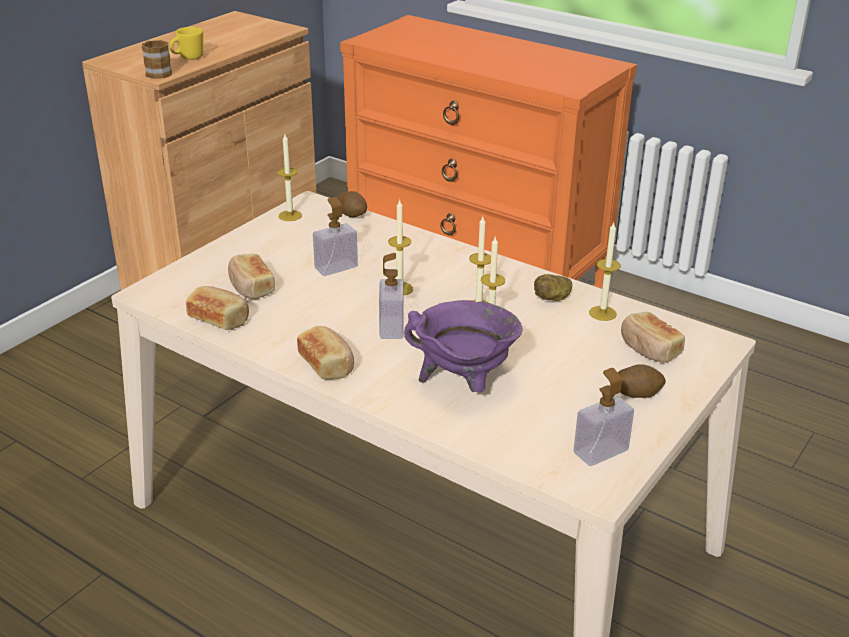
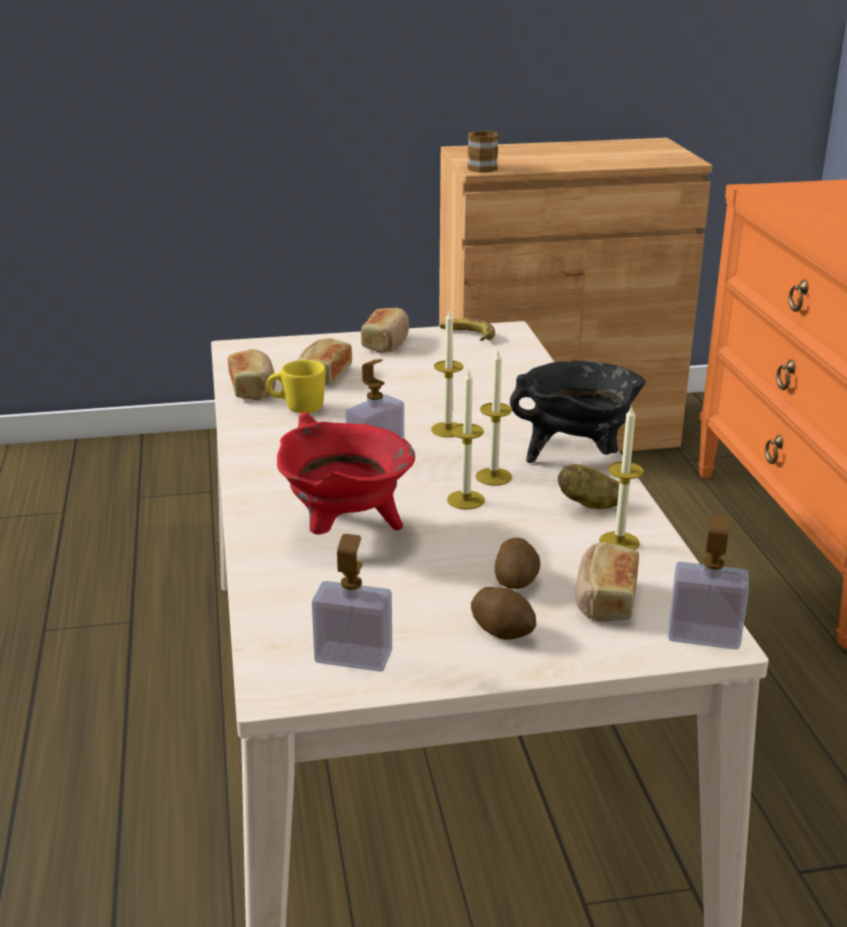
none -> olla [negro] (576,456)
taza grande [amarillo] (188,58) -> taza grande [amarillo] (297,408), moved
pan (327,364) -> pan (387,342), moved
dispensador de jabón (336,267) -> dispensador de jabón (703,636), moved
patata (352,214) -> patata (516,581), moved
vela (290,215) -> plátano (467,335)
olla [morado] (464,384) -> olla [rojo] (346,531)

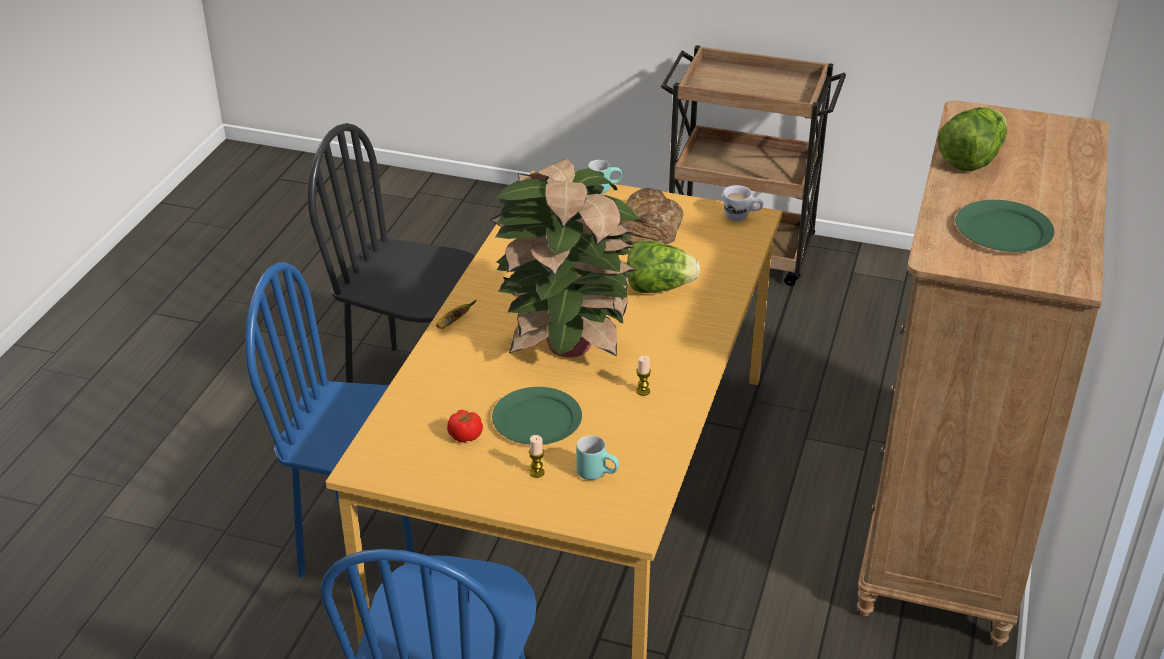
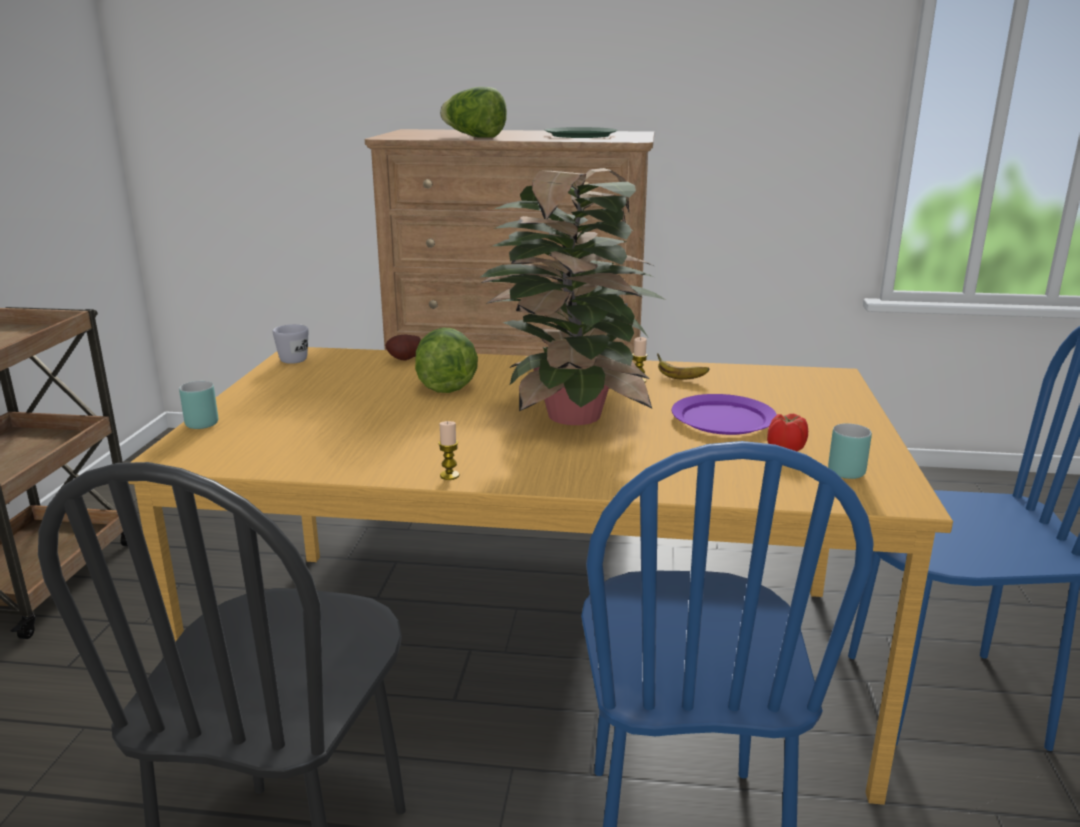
pan (648,227) -> none
none -> patata (406,360)
plátano (453,322) -> plátano (679,378), moved
vela (537,472) -> vela (449,475), moved
taza grande [turquesa] (598,473) -> taza grande [turquesa] (843,469), moved
plato [verde] (537,419) -> plato [morado] (722,419)

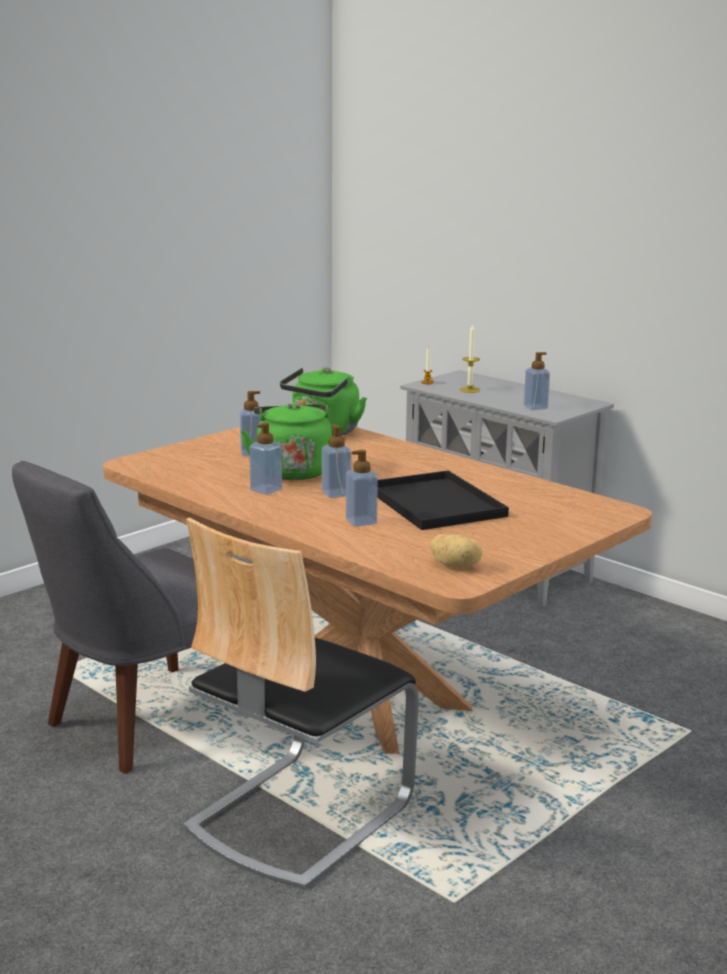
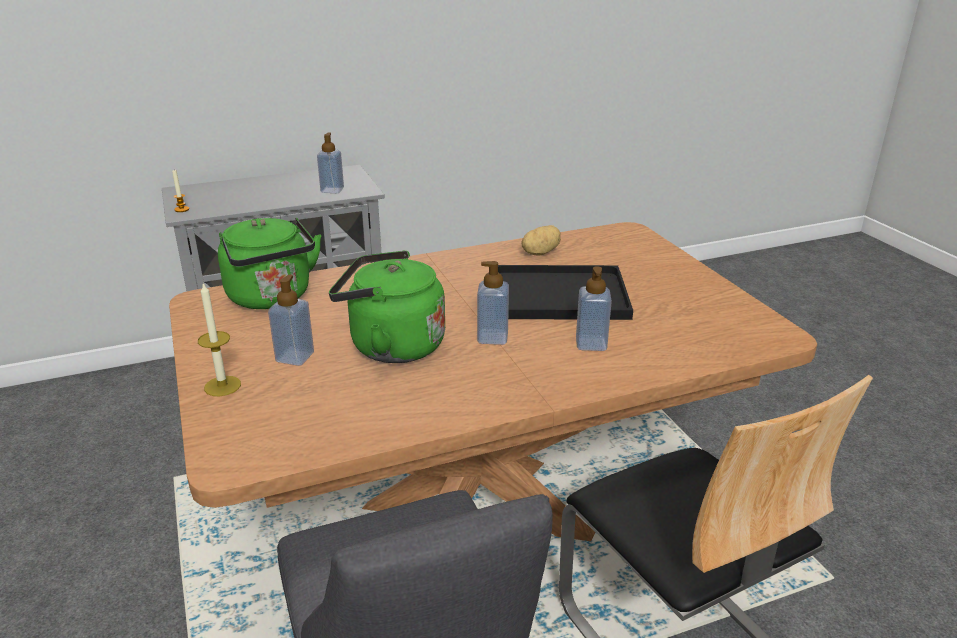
dispensador de jabón (266,490) -> none
patata (456,566) -> patata (540,252), moved
vela (469,390) -> vela (222,386), moved

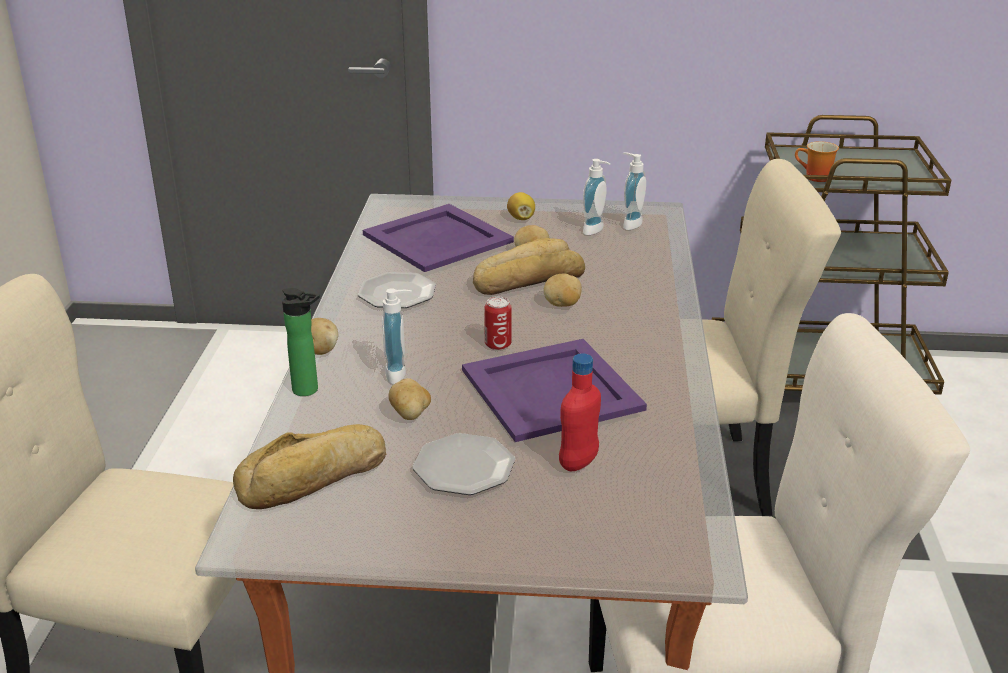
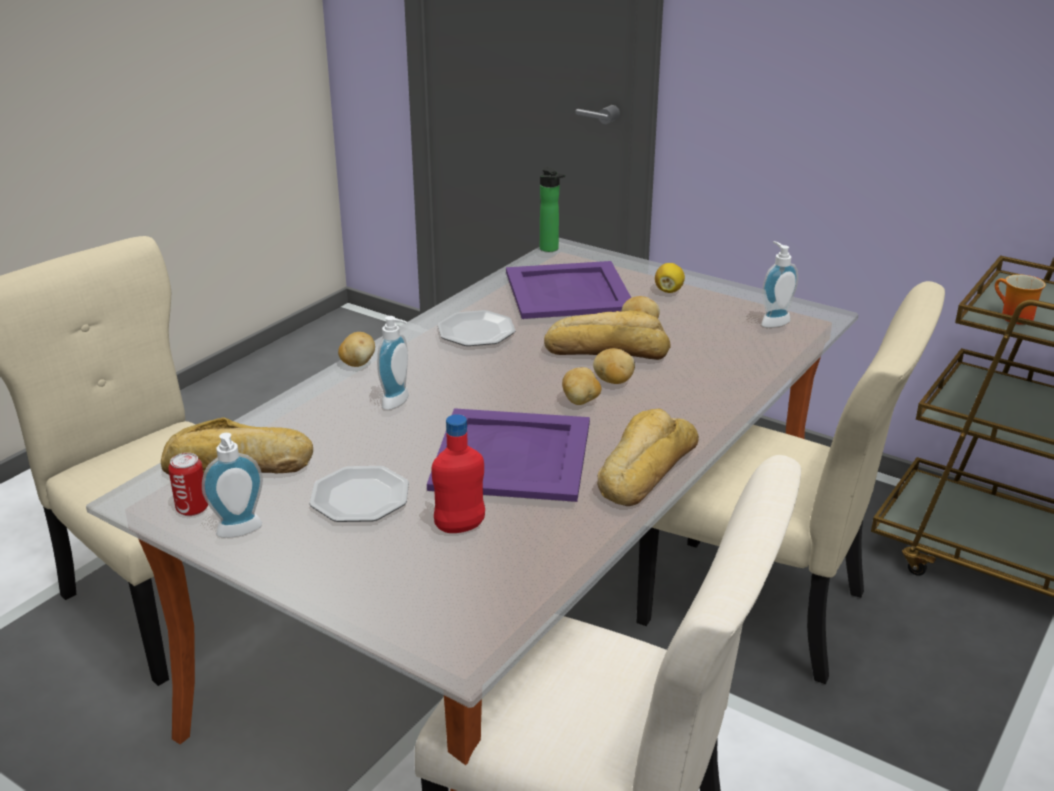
none -> pan (643,469)
botella (309,390) -> botella (551,249), moved
patata (410,415) -> patata (581,401), moved
lata (498,345) -> lata (192,509), moved
dispensador de jabón (596,231) -> dispensador de jabón (240,532), moved

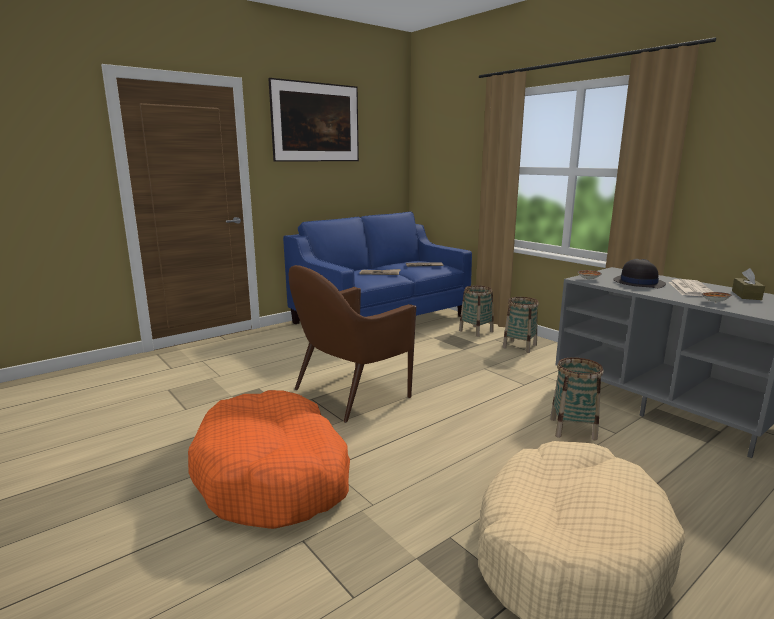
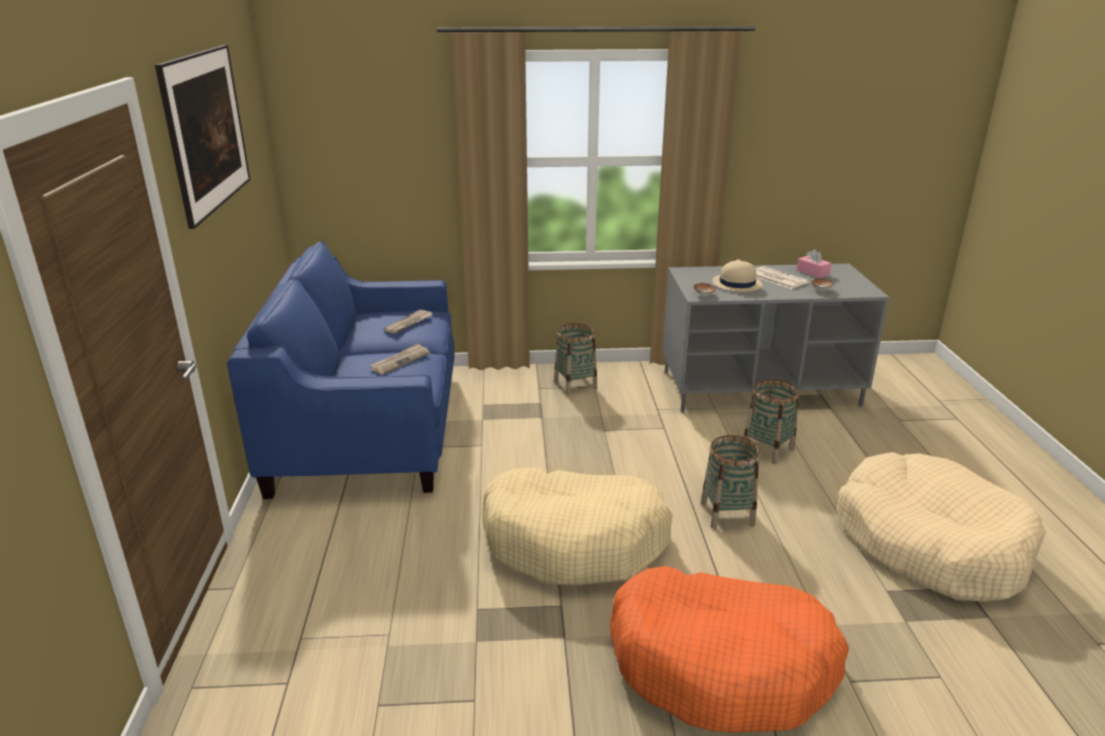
cesta (476,331) -> cesta (727,514), moved
sillón [marrón] (349,394) -> cama para perro [beis] (575,541)
sombrero [negro] (638,282) -> sombrero [beis] (736,284)
caja de pañuelos [marrón] (746,295) -> caja de pañuelos [rosa] (812,272)

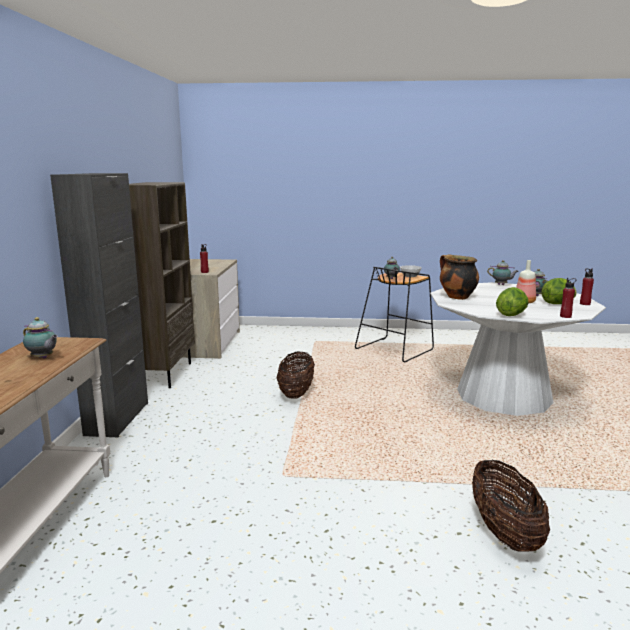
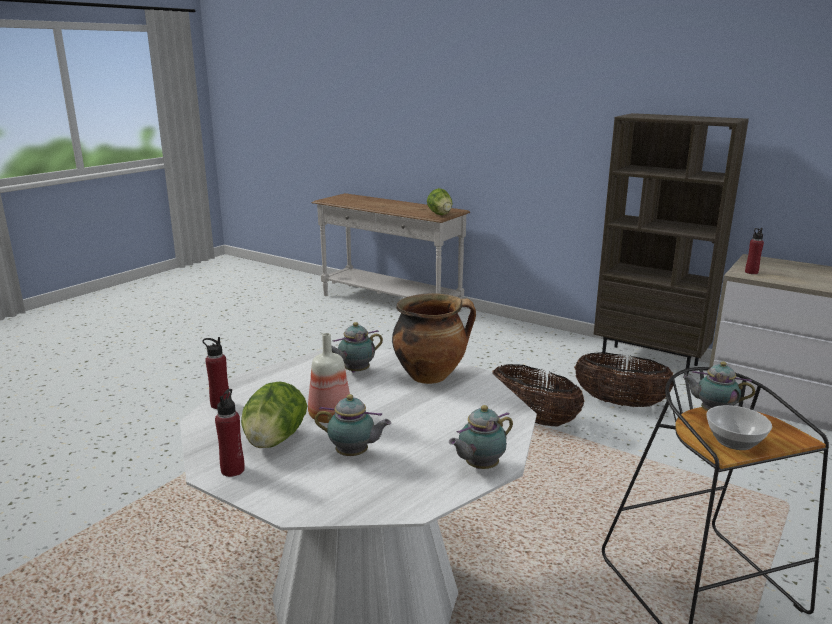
armario [negro] (117,418) -> none
tetera (43,358) -> tetera (355,371), moved
cesta (504,533) -> cesta (620,403), moved
lechuga (511,315) -> lechuga (440,214), moved

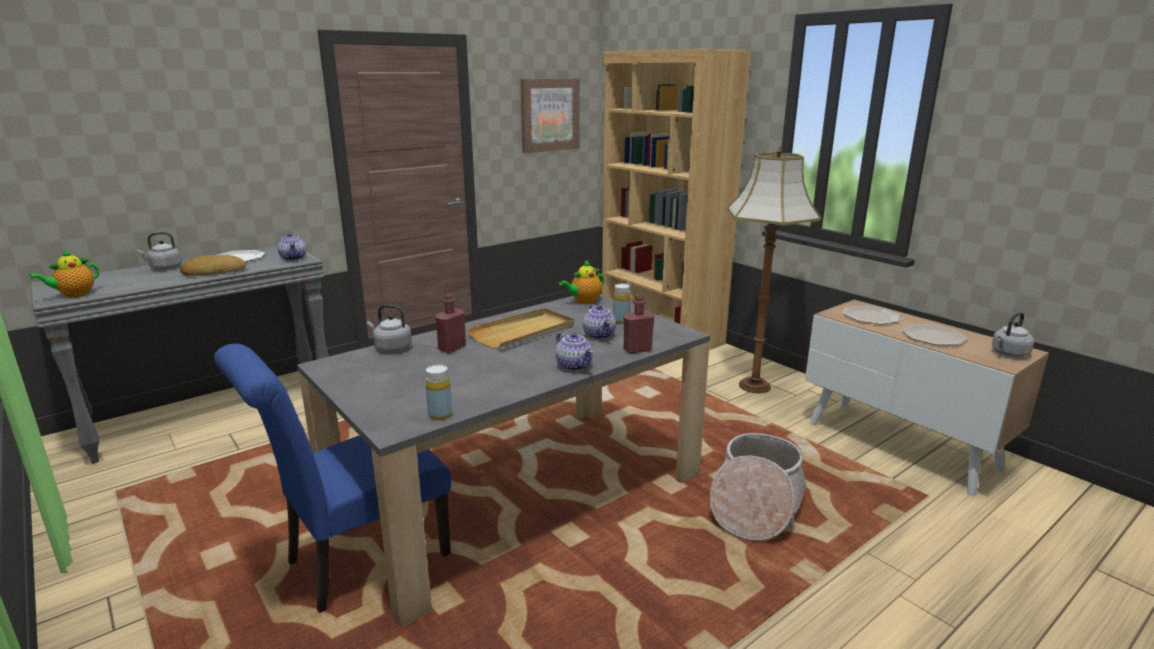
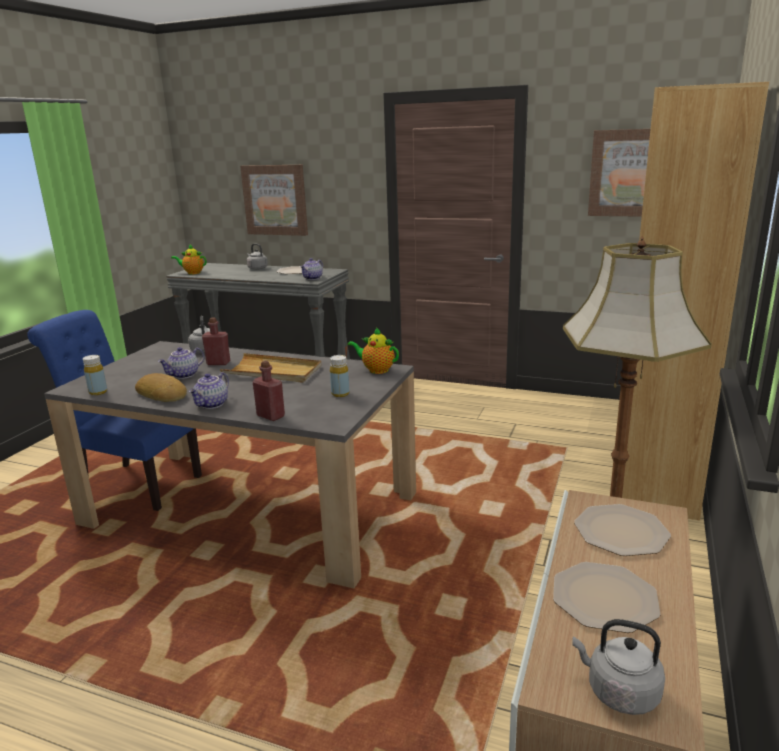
cesta (755,505) -> none
none -> cuadro (275,200)
pan (214,271) -> pan (163,394), moved
tetera (600,335) -> tetera (184,375), moved

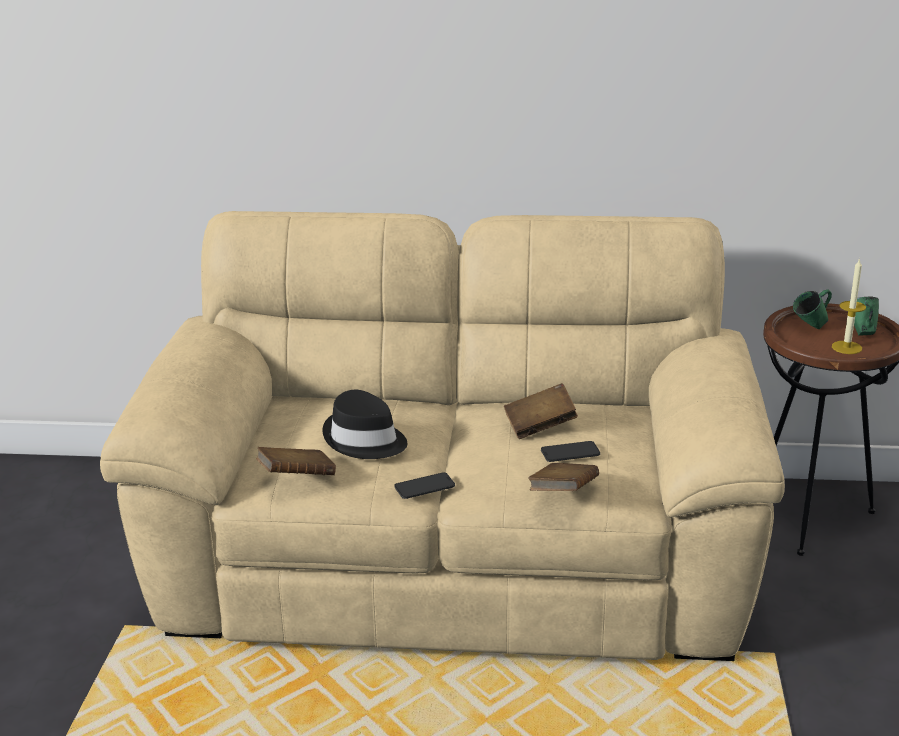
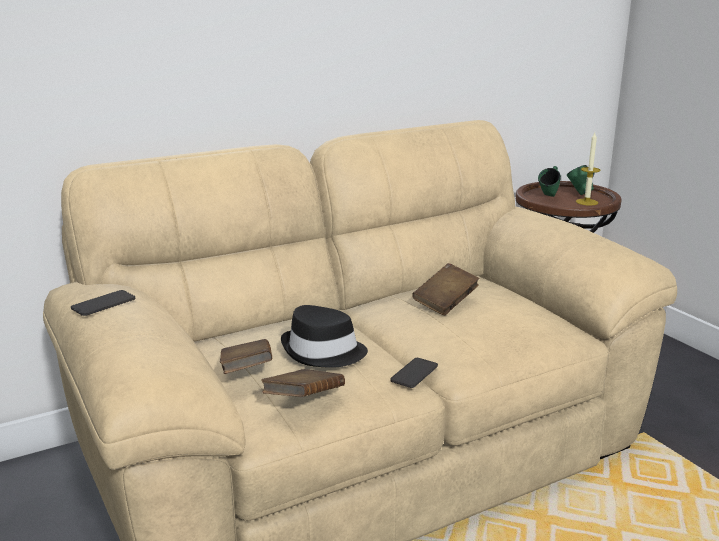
libro [marrón] (563,494) -> libro [marrón] (246,372), moved
móvil (570,452) -> móvil (103,303), moved

